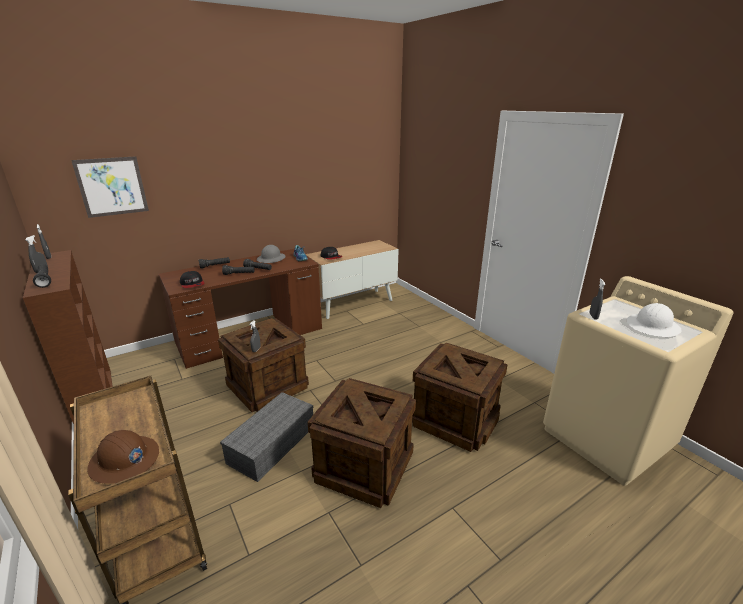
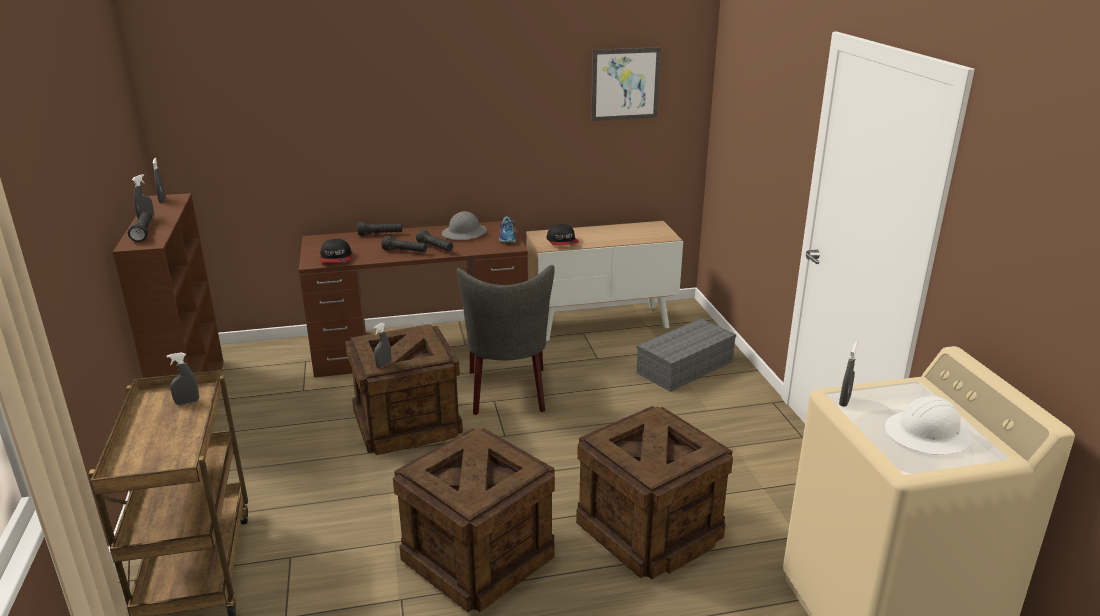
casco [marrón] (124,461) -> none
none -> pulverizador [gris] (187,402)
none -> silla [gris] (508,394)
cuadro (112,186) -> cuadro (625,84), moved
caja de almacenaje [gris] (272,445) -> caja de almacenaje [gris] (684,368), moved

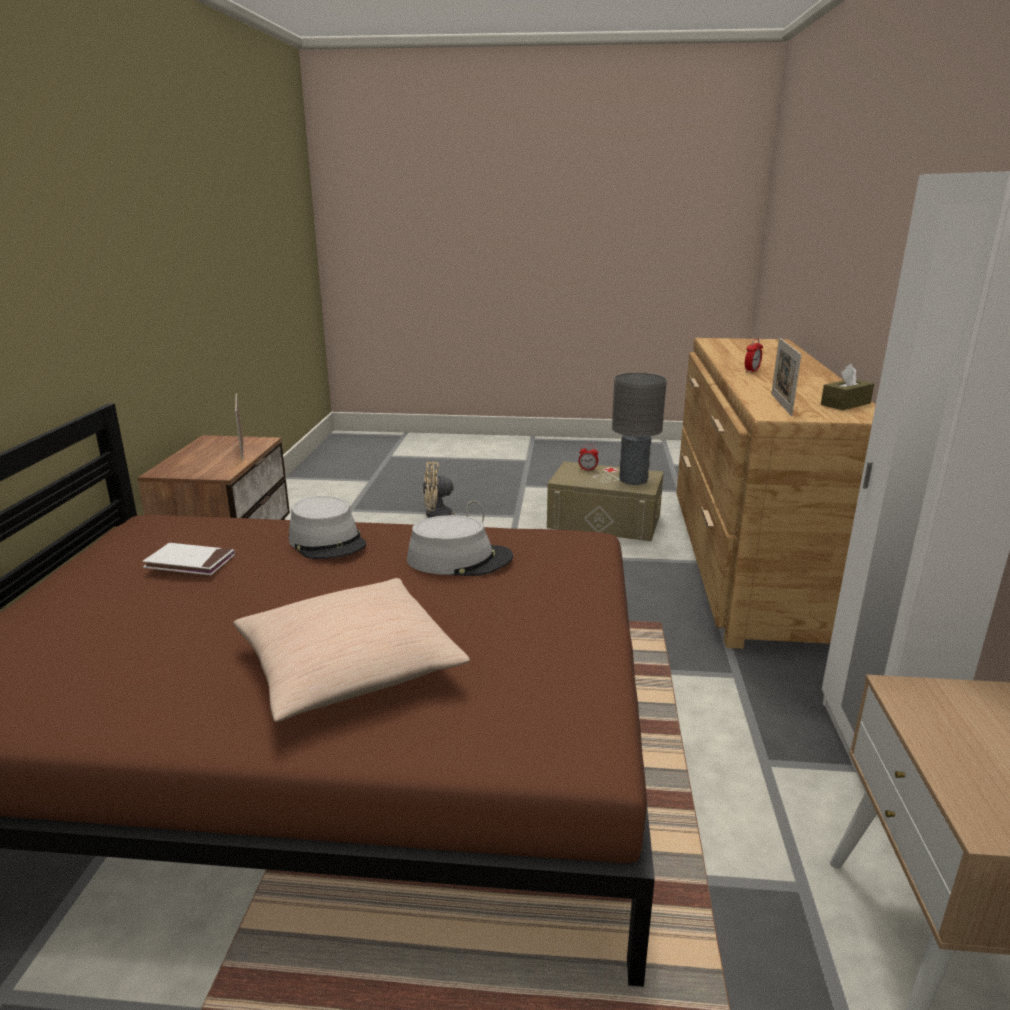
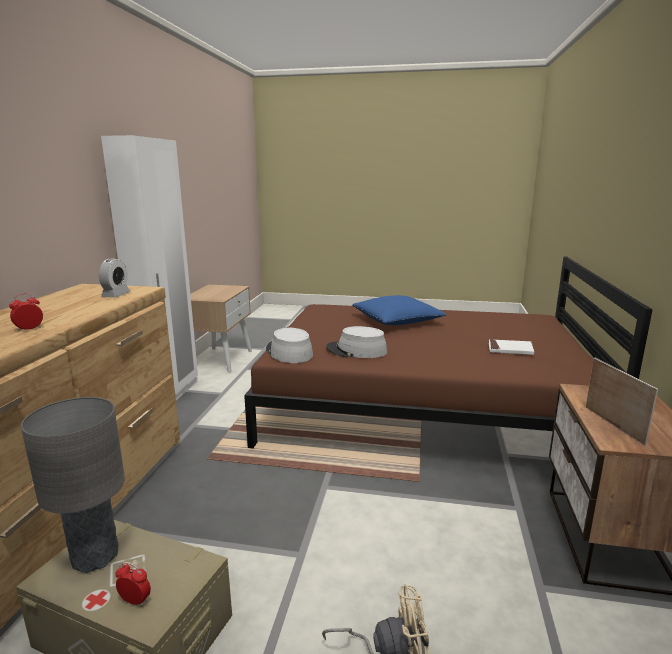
caja de pañuelos [marrón] (845,404) -> none
sombrero [gris] (327,541) -> sombrero [gris] (289,352), moved
portarretratos (781,404) -> despertador (116,295)
cojín [beis] (348,667) -> cojín [azul] (397,321)

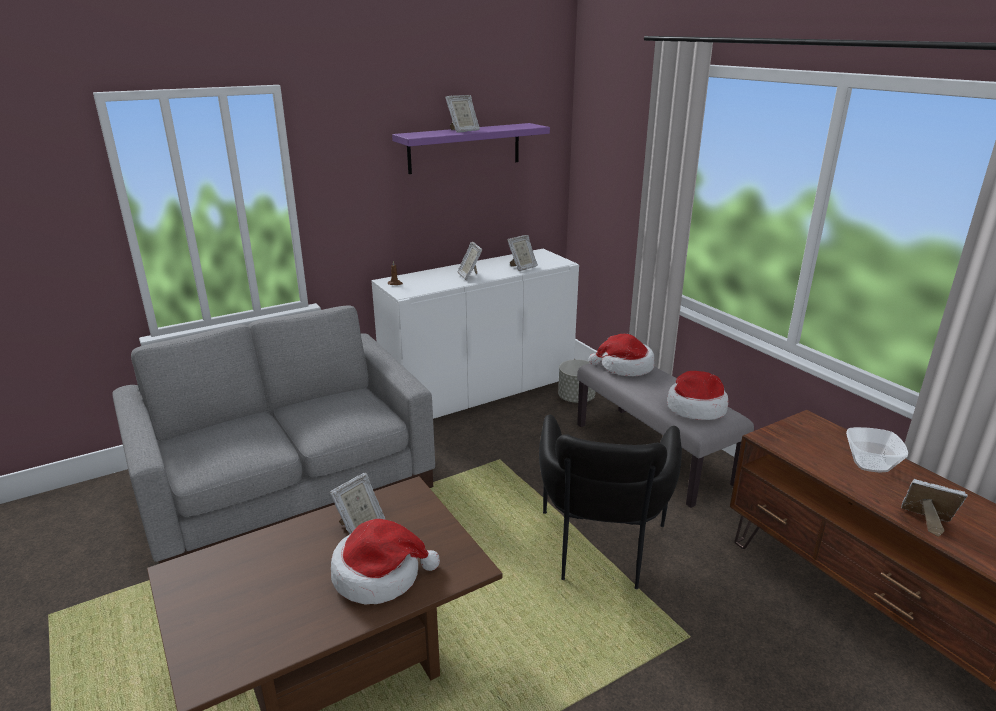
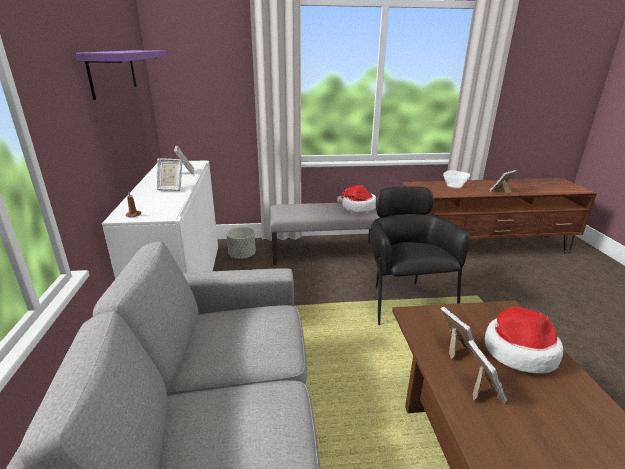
sombrero (625,367) -> none
portarretratos (463,131) -> portarretratos (482,390), moved
sillón [negro] (601,554) -> sillón [negro] (405,300), 135 degrees counterclockwise

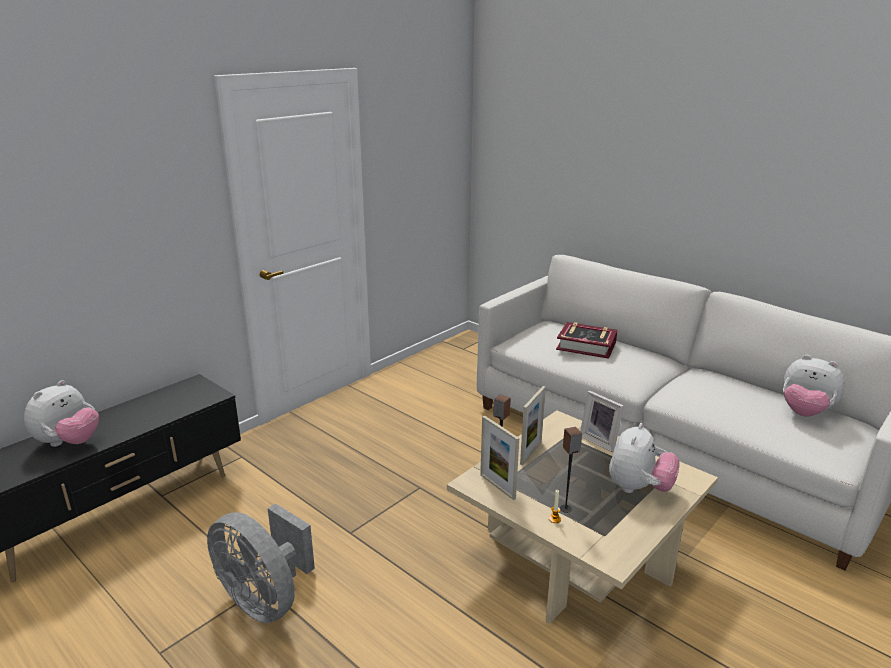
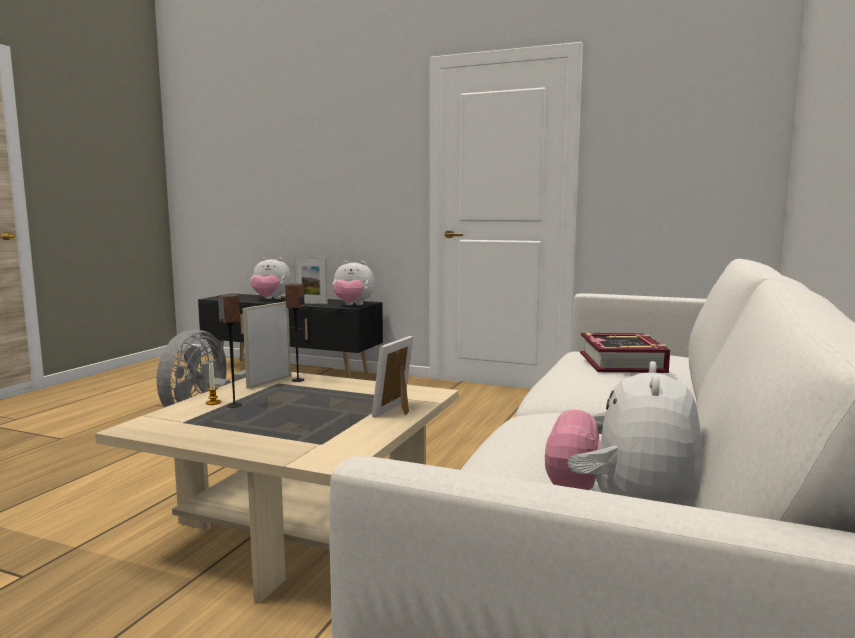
portarretratos (531,453) -> portarretratos (311,303), moved
peluche (639,488) -> peluche (352,305), moved

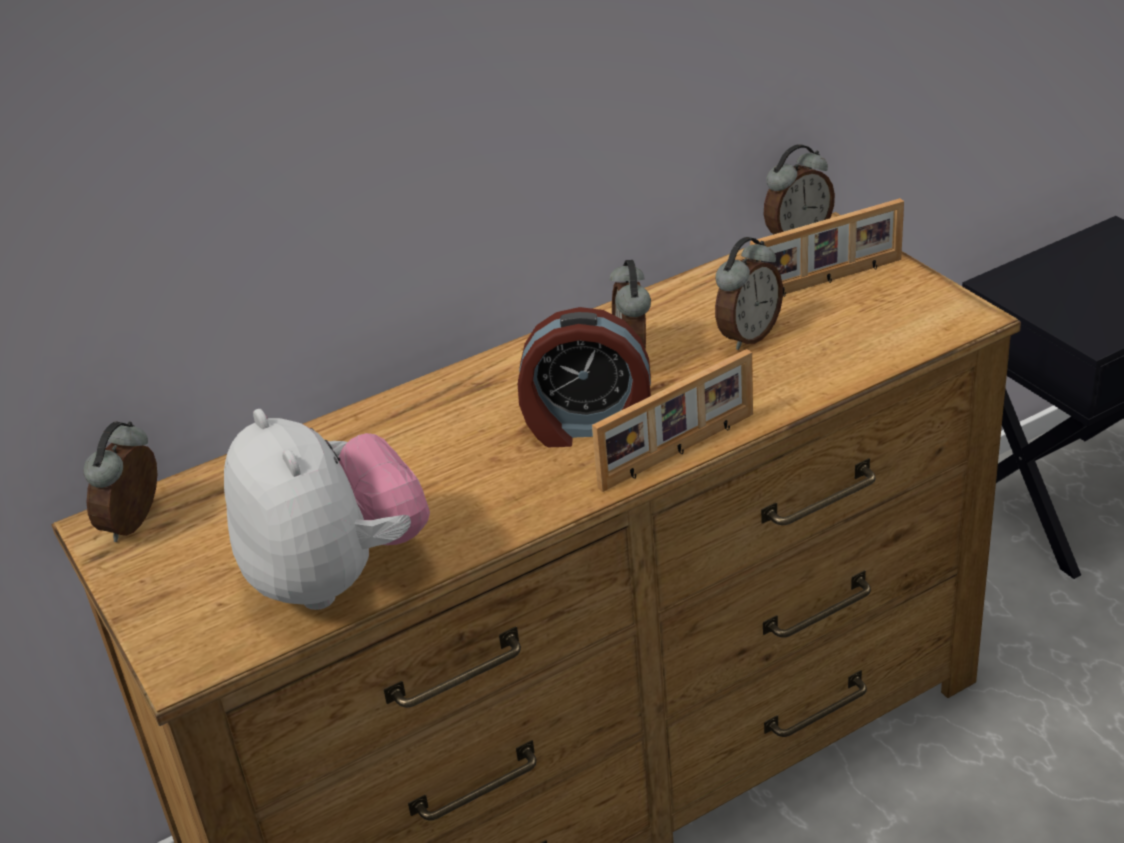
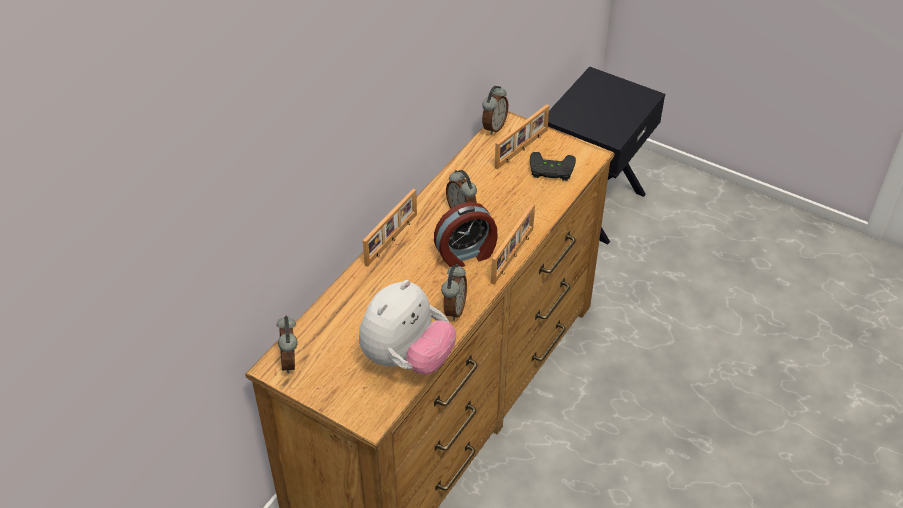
none -> portarretratos (392,240)
none -> mando de consola [negro] (551,171)
despertador (747,335) -> despertador (453,309), moved
peluche (336,576) -> peluche (407,358), 90 degrees clockwise

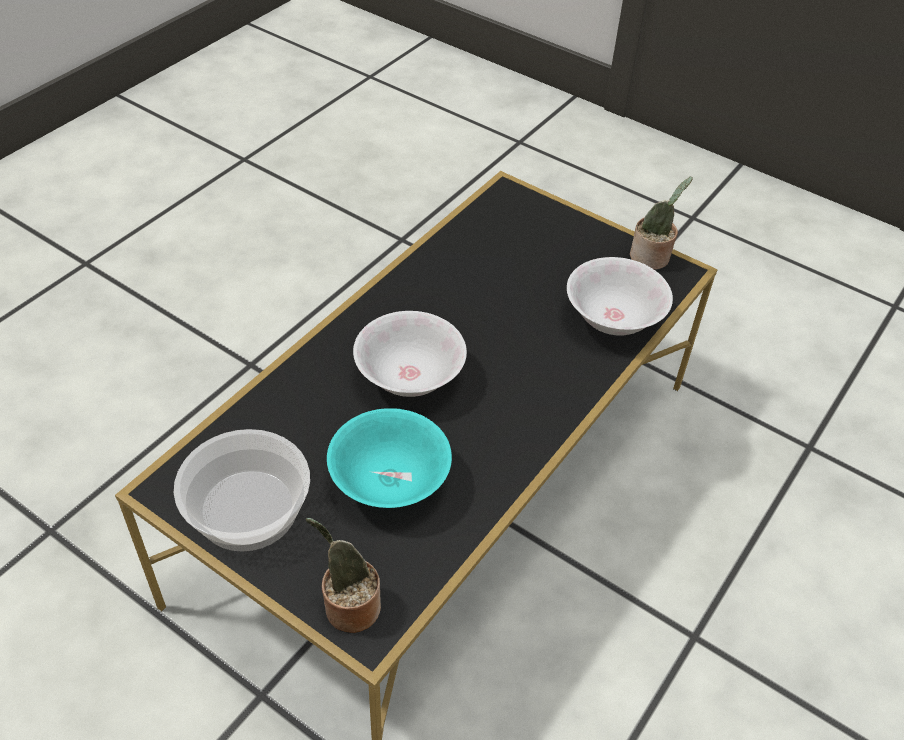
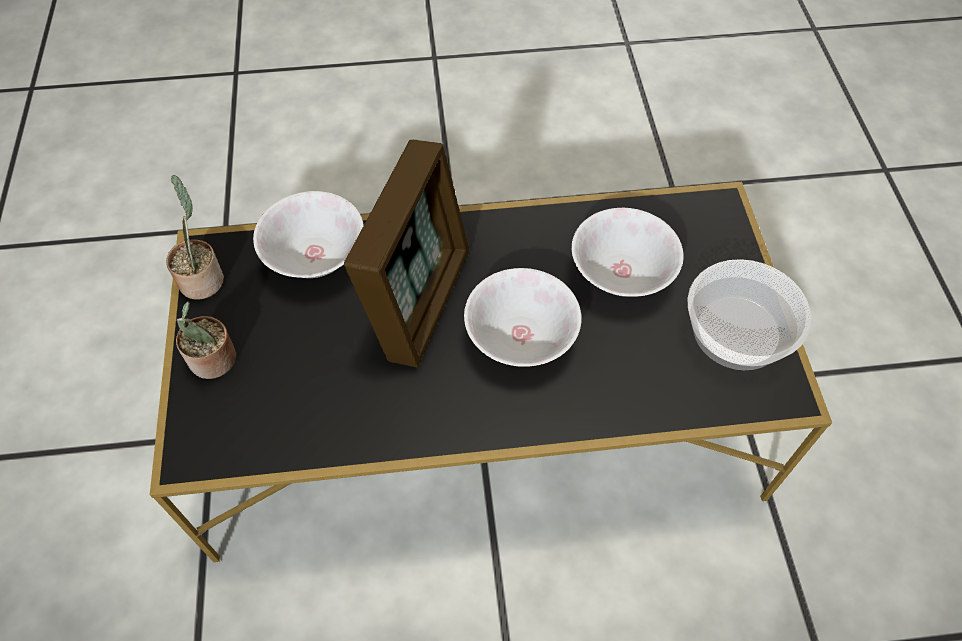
none -> portarretratos (419,301)
planta en maceta (348,607) -> planta en maceta (214,361), moved
cuenco [turquesa] (390,483) -> cuenco [blanco] (621,273)

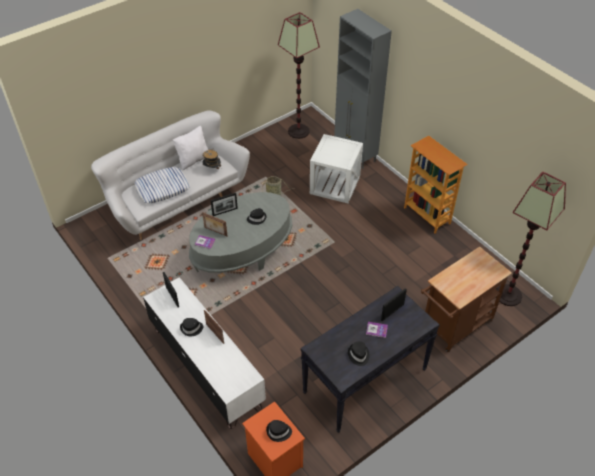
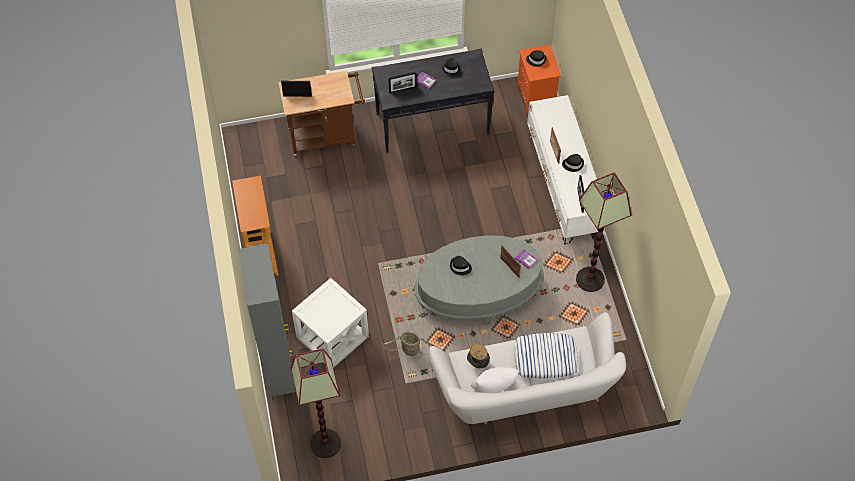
portarretratos (225,212) -> portarretratos (297,95), moved
lámpara de pie (508,295) -> lámpara de pie (590,279), moved

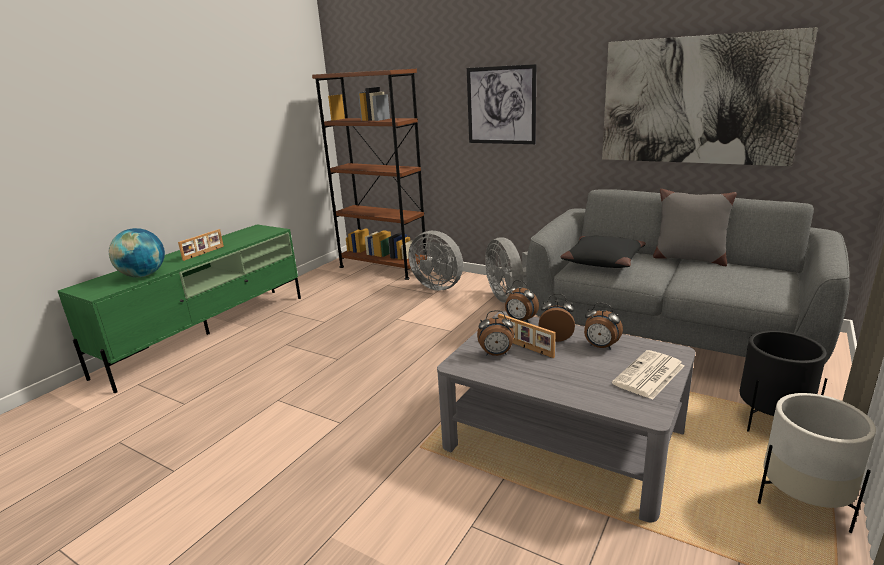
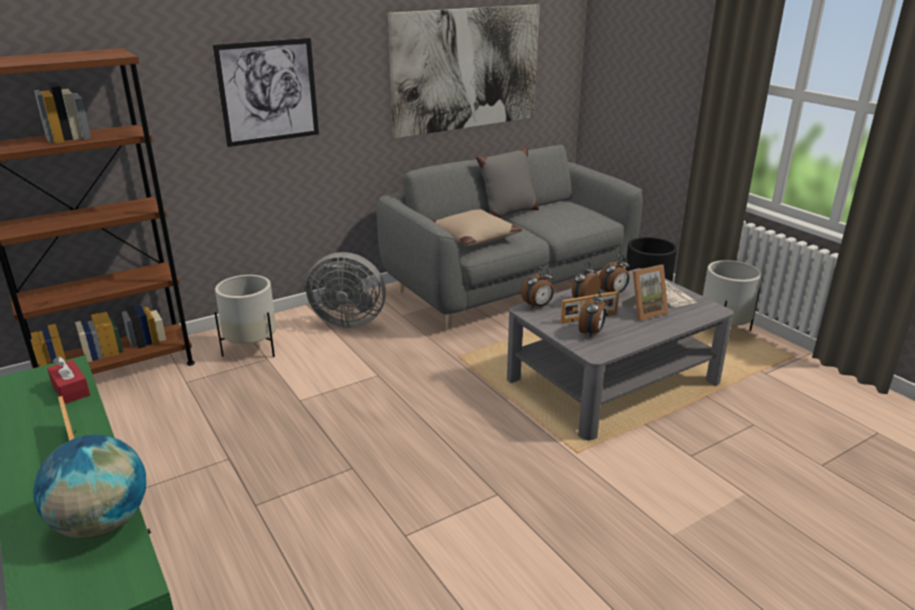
none -> caja de pañuelos [rojo] (70,390)
none -> portarretratos (644,311)
ventilador [gris] (439,286) -> maceta [blanco] (252,349)
cojín [negro] (602,260) -> cojín [beis] (473,237)

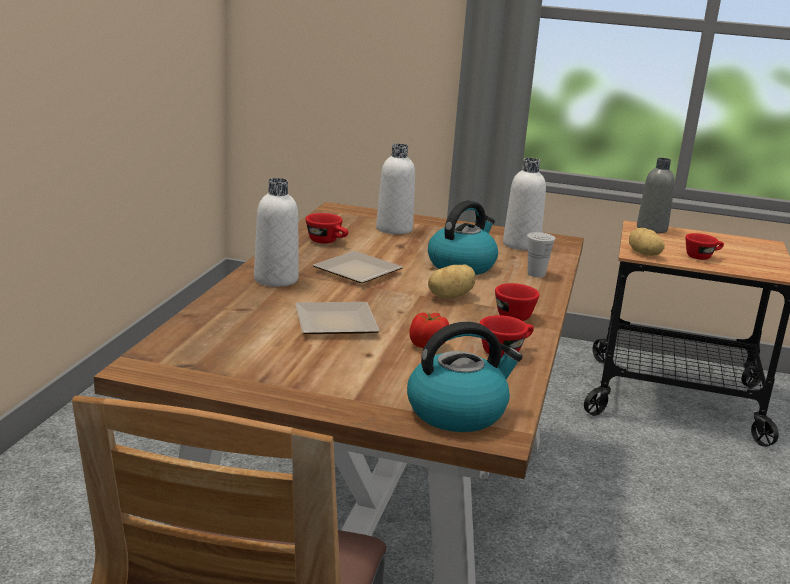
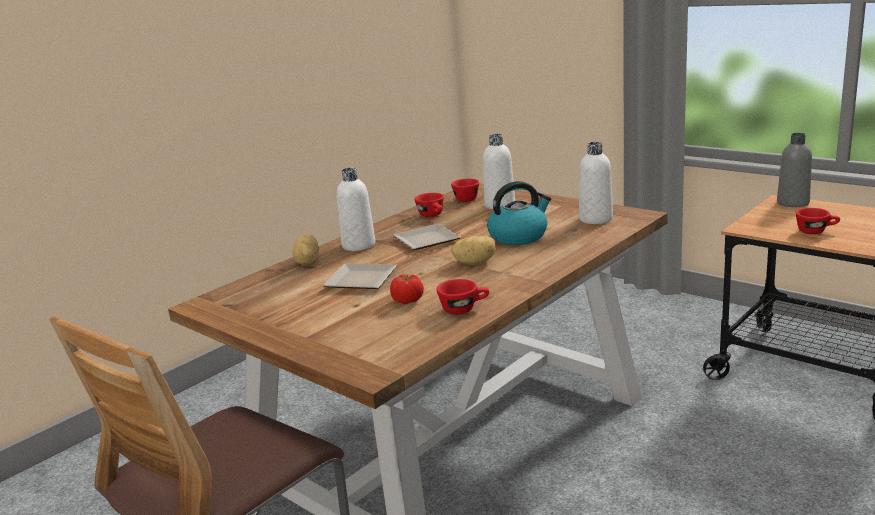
hervidor (458,412) -> none
taza [blanco] (536,274) -> none
taza [rojo] (510,314) -> taza [rojo] (466,198), moved
patata (644,254) -> patata (306,262), moved

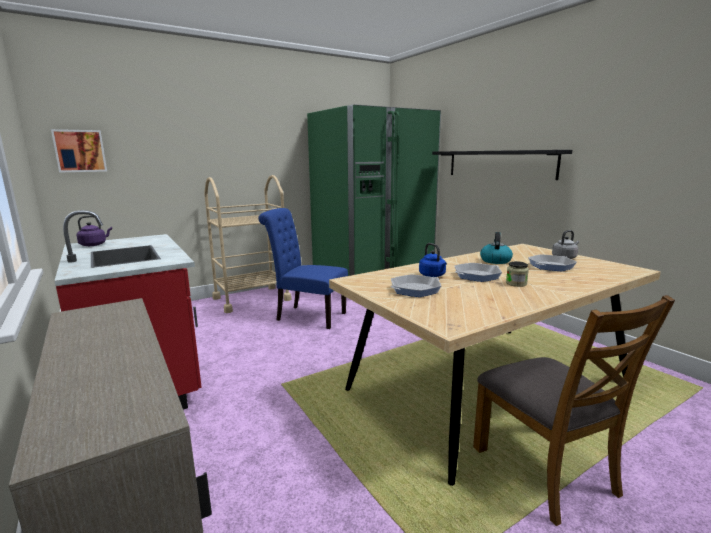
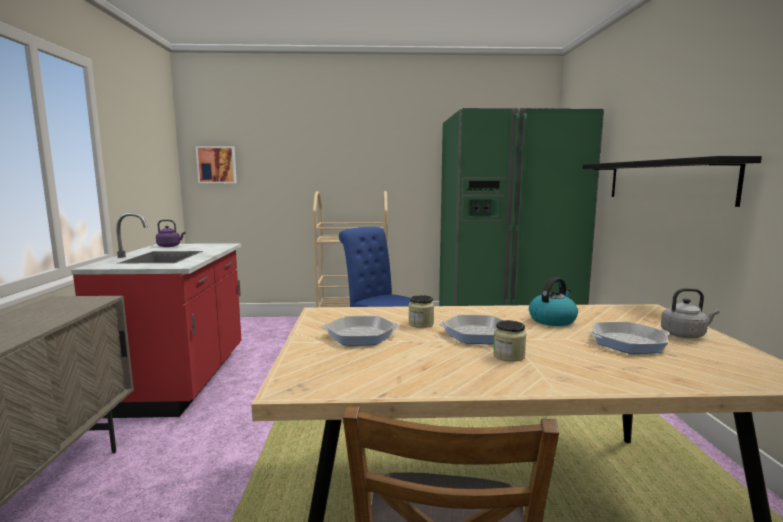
hervidor [azul] (433,275) -> tarro (421,324)

